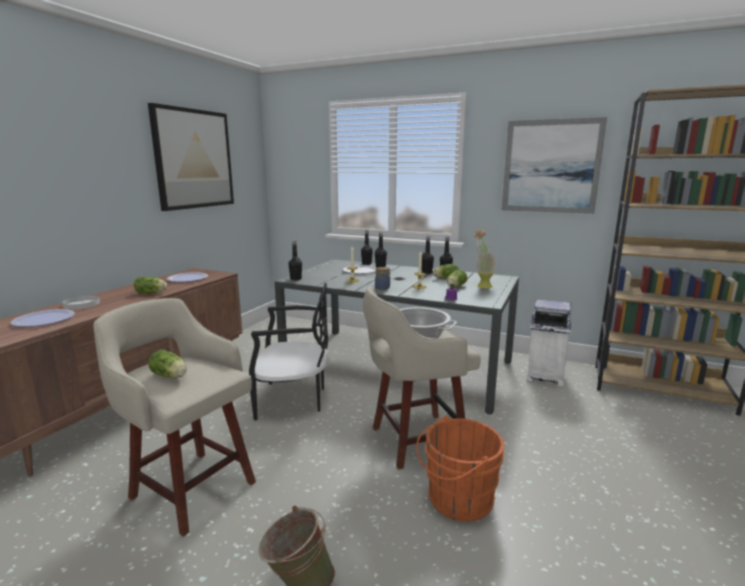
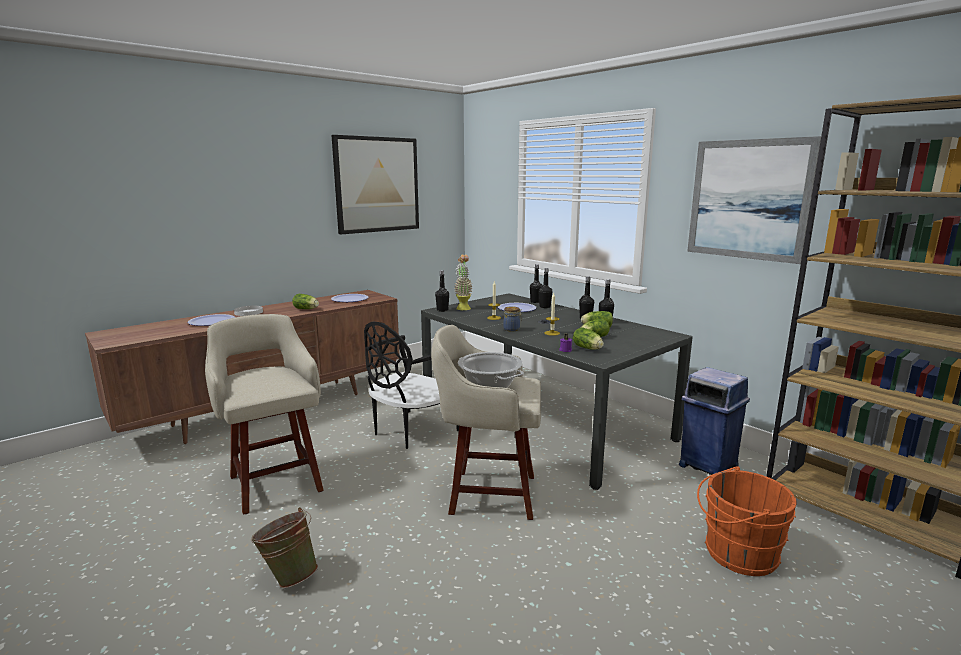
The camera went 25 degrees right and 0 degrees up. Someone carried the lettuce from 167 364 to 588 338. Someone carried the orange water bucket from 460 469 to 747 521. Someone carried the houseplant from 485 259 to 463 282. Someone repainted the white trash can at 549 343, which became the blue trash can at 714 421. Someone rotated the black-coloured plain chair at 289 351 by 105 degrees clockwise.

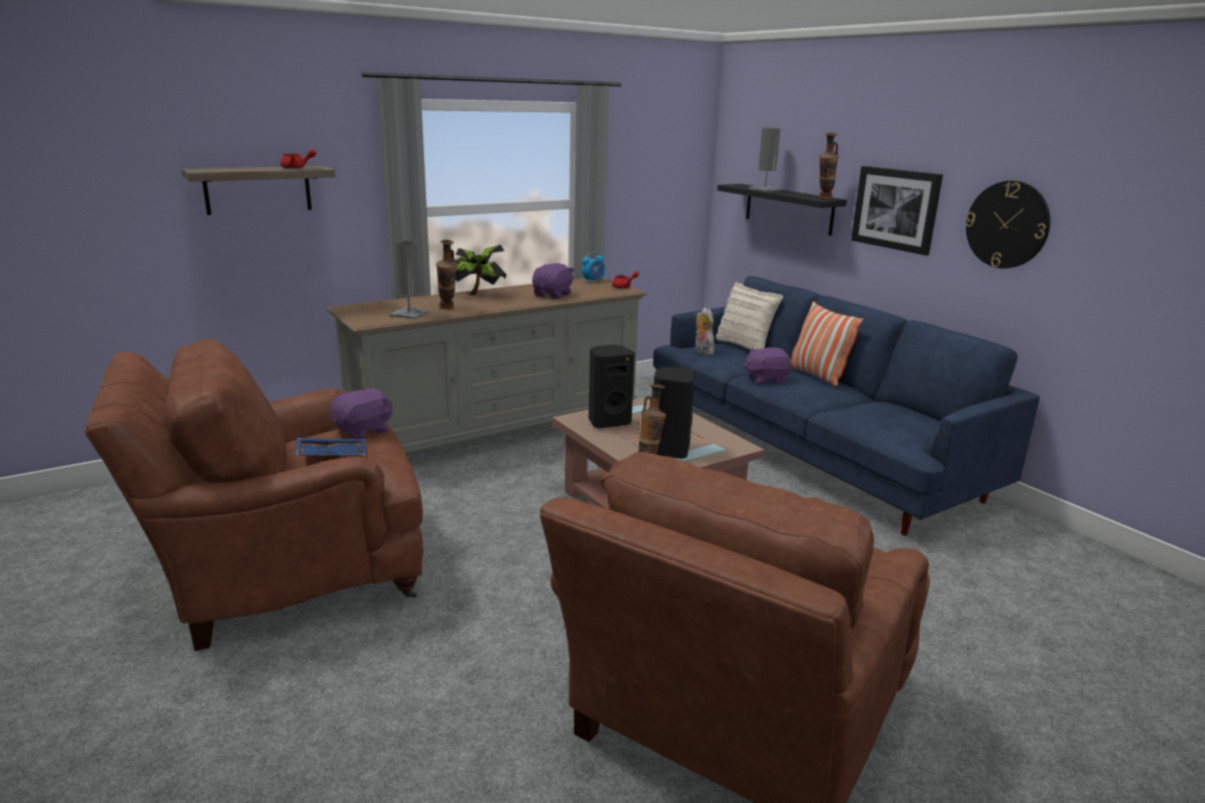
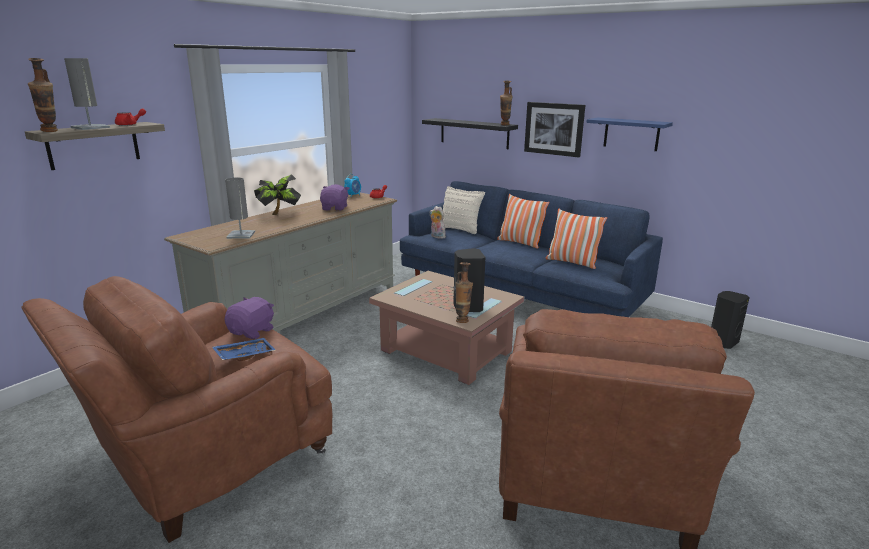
The camera went 20 degrees left and 0 degrees up. Someone took away the purple-coloured plush toy at 767 365. Someone put down the pillow at 576 238. Someone carried the flower vase from 446 274 to 43 95. Someone carried the black-coloured loudspeaker from 612 386 to 730 320. Someone carried the greyish table lamp from 765 159 to 87 94. Someone swapped the clock on the wall at 1007 224 for the blue wall shelf at 629 134.

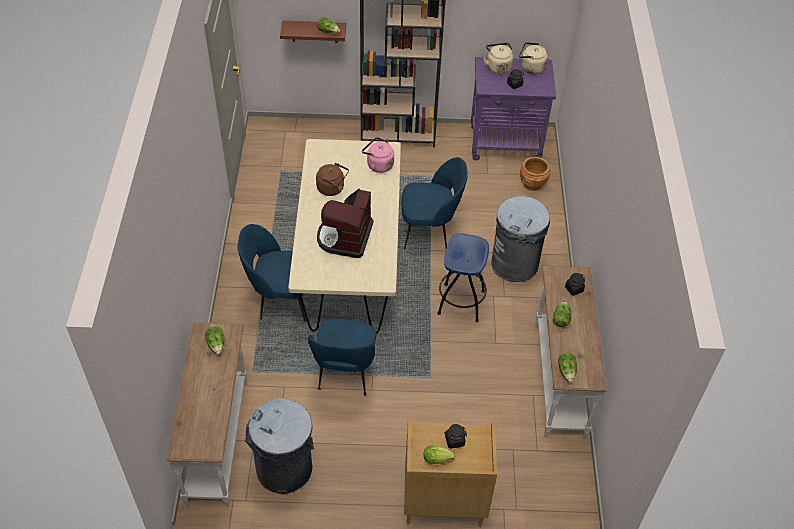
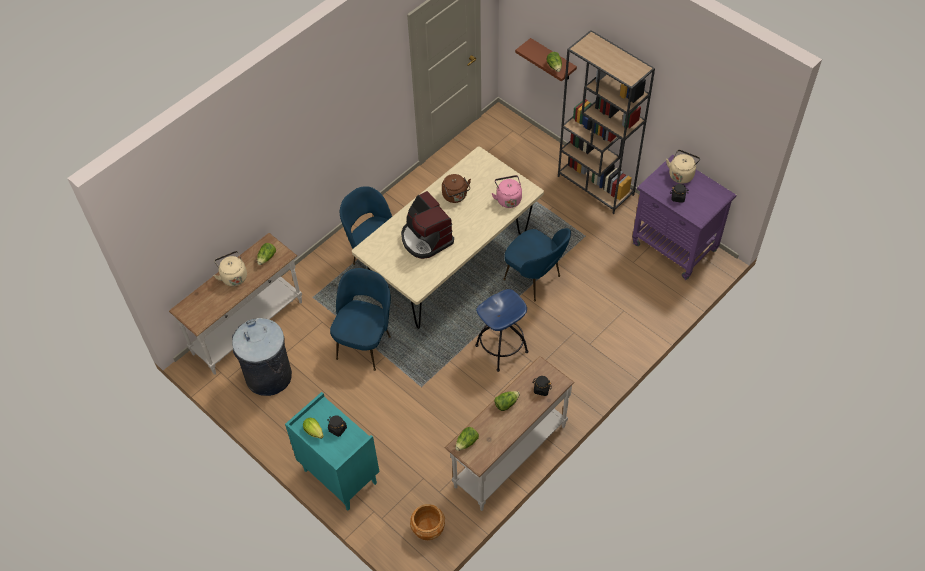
The camera went 45 degrees right and 5 degrees up. Someone took away the greyish trash can at 521 239. Someone carried the sand-coloured water kettle from 533 58 to 230 268. Someone carried the brown planter from 535 174 to 427 522. Someone repainted the brown cabinet at 450 473, which became the turquoise-coloured cabinet at 332 451. Someone rotated the blue plain chair at 342 357 by 150 degrees clockwise. Someone rotated the coffee brewer at 345 223 by 90 degrees counterclockwise.

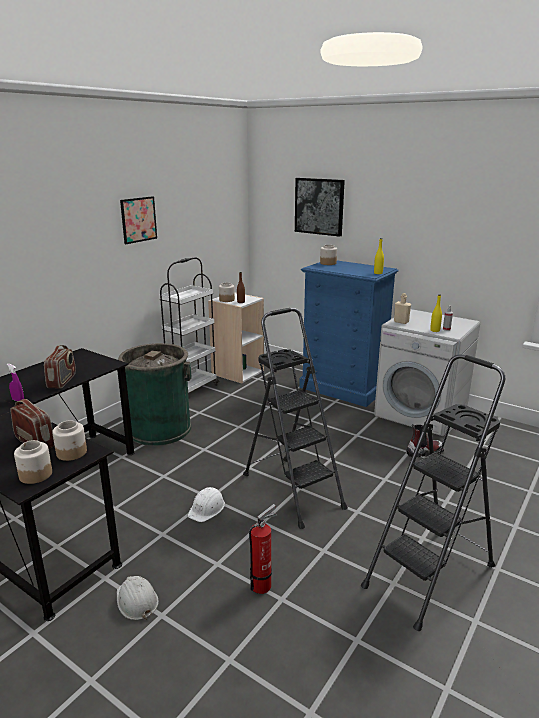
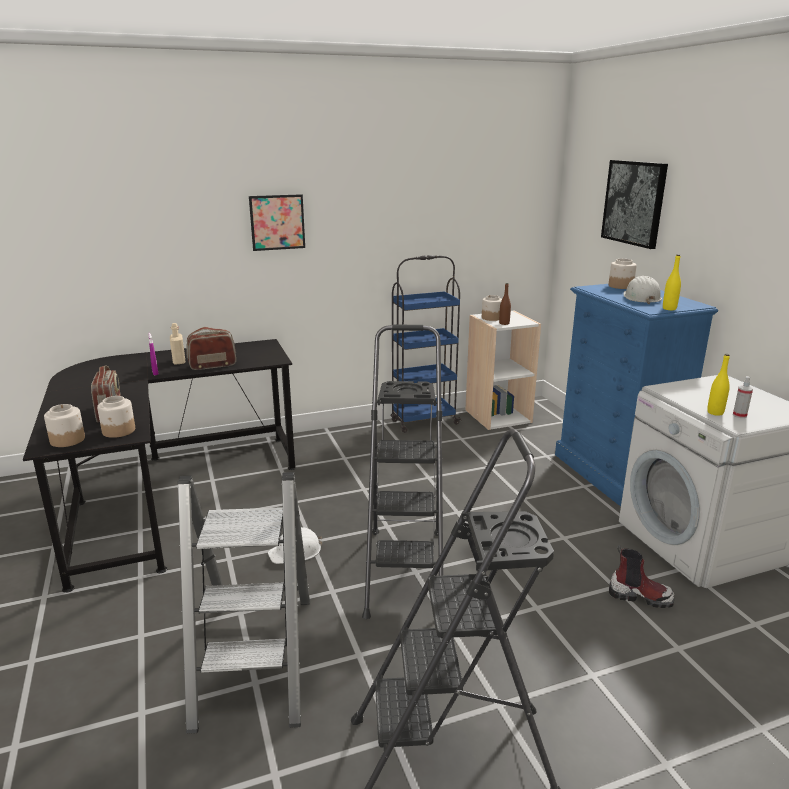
The camera went 35 degrees right and 0 degrees up. Someone took away the greenish trash can at 155 394. Someone carried the white hard hat from 138 598 to 642 290. Someone carried the wall art from 138 220 to 277 222. Someone carried the sand-coloured beverage bottle from 402 308 to 177 344. Someone swapped the fire extinguisher at 263 549 for the greyish stepladder at 244 603. Someone repainted the white trolley at 189 325, which became the blue trolley at 426 344. Someone rotated the radio receiver at 60 366 by 150 degrees counterclockwise.

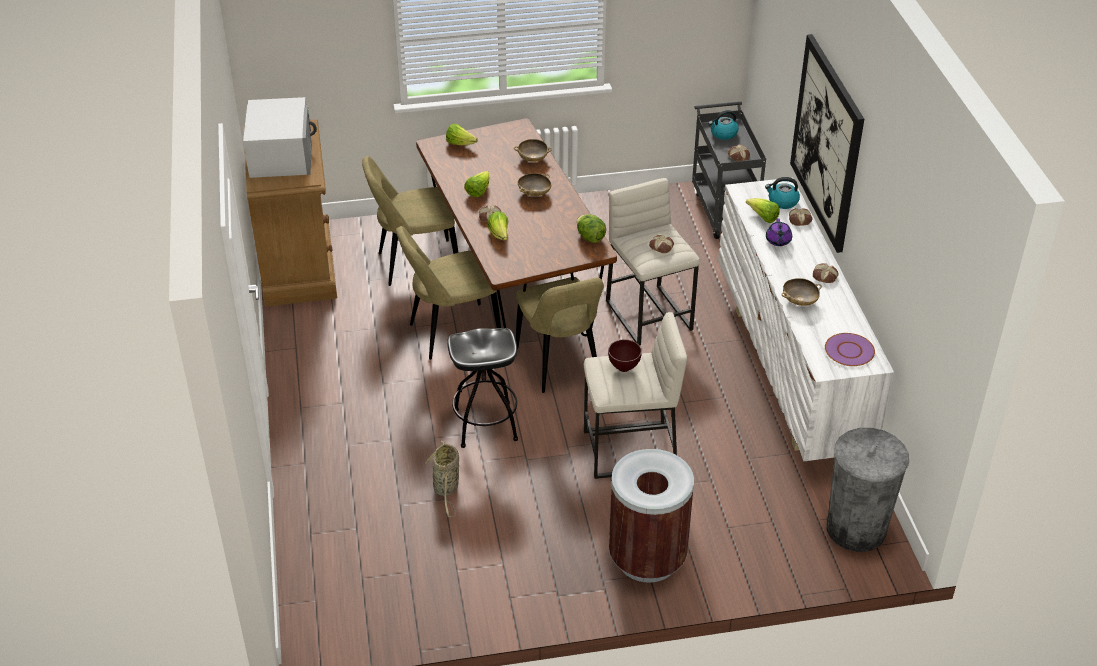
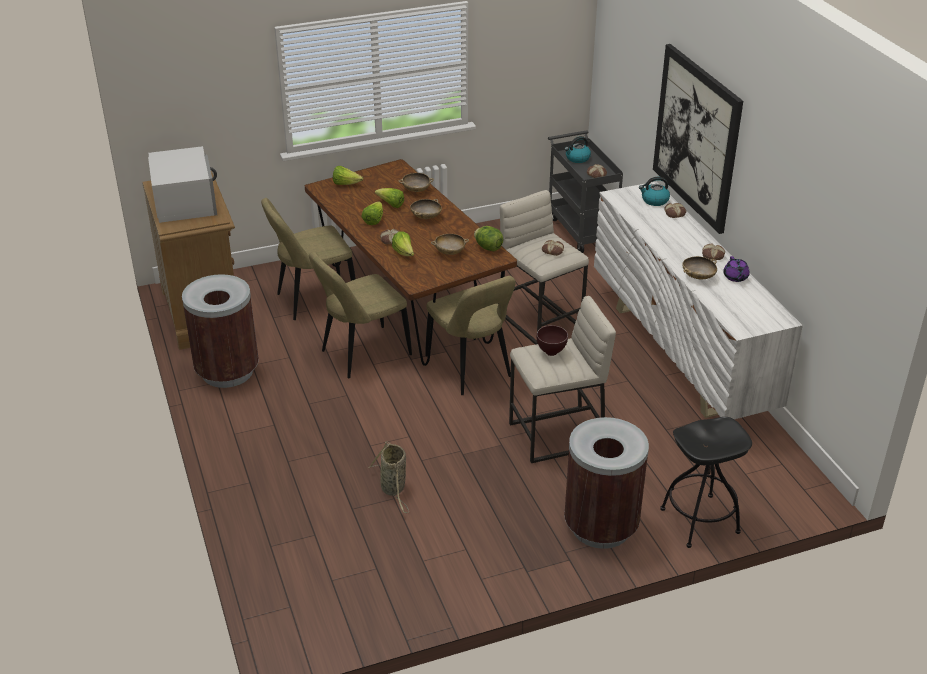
The camera went 10 degrees left and 5 degrees down. Someone took away the purple-coloured dinner plate at 850 349. Someone took away the greyish trash can at 868 490. Someone put down the brown trash can at 220 331. Someone put down the sand-coloured serving bowl at 450 244. Someone carried the black-coloured sitting stool from 482 388 to 706 482. Someone carried the lettuce from 762 211 to 389 198. Someone carried the purple-coloured tea pot from 779 232 to 736 269.

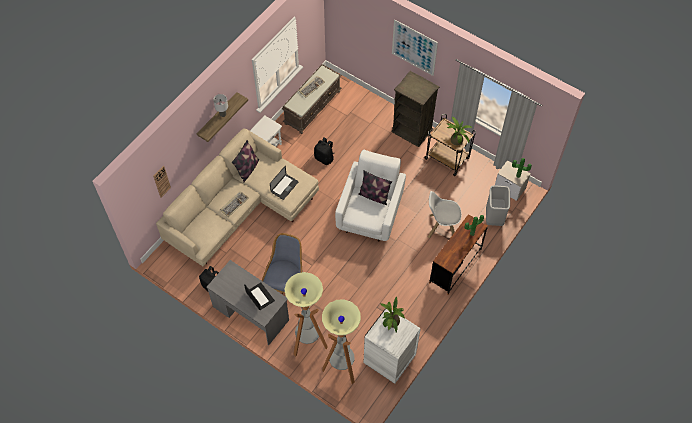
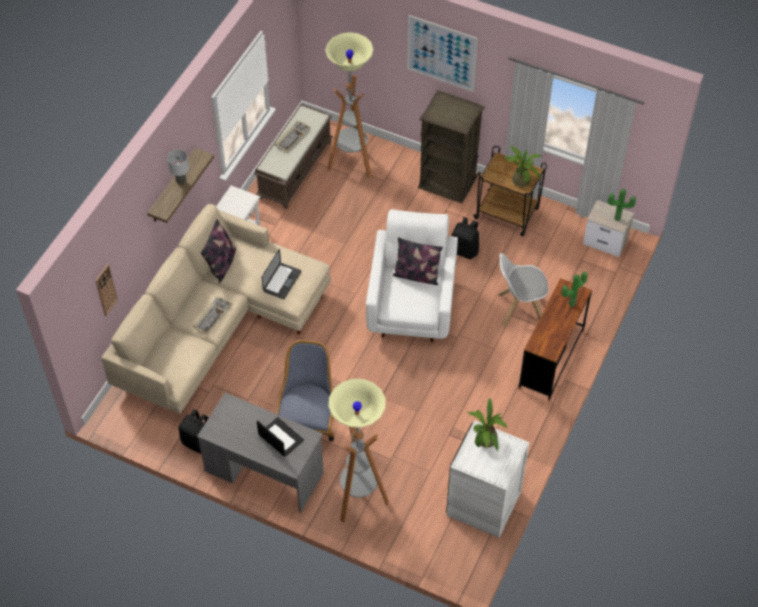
The camera went 10 degrees left and 5 degrees down. Someone took away the greyish trash can at 498 205. Someone carried the black-coloured rucksack from 324 151 to 465 238. Someone carried the floor lamp from 341 341 to 349 105.

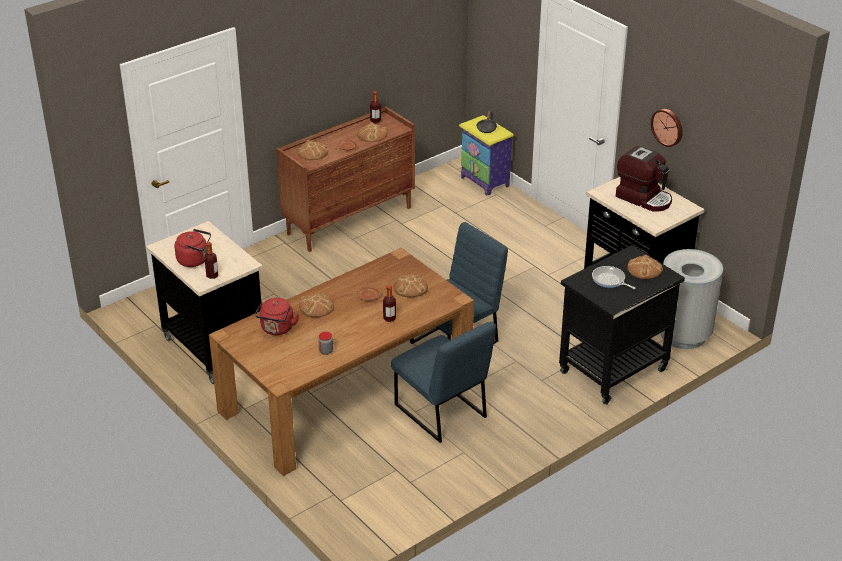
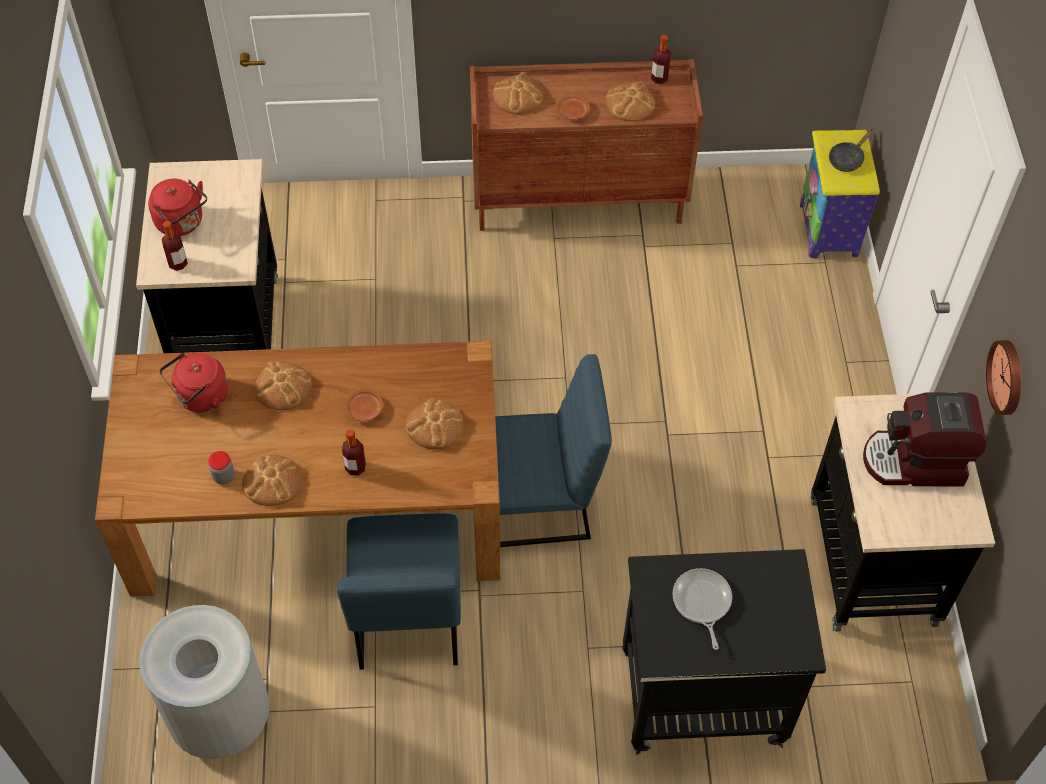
The camera went 35 degrees right and 20 degrees up. Someone carried the bakery bread from 645 267 to 271 480. Someone carried the greyish trash can from 691 299 to 204 682. Someone rotated the coffee brewer at 644 179 by 105 degrees clockwise.

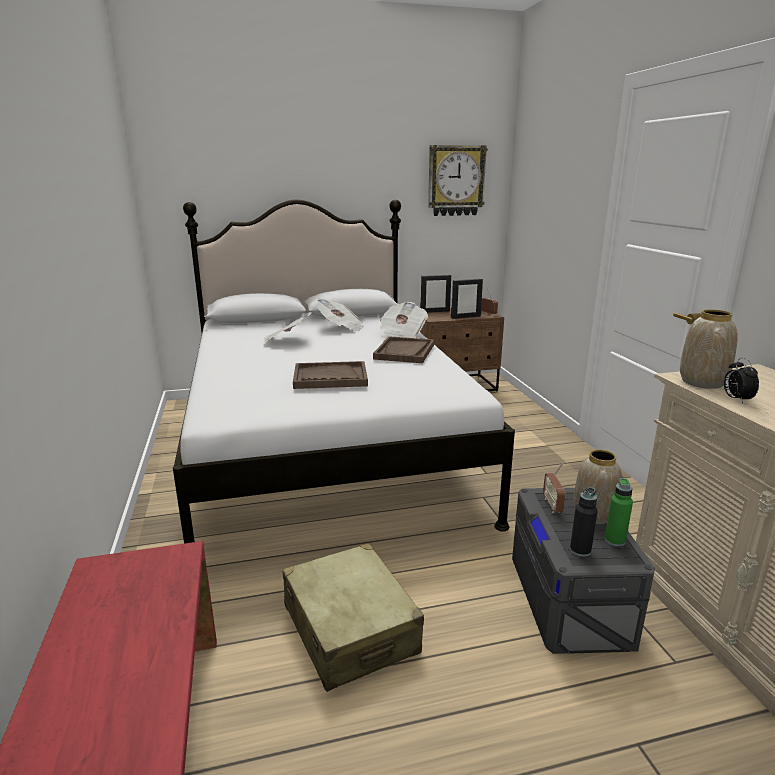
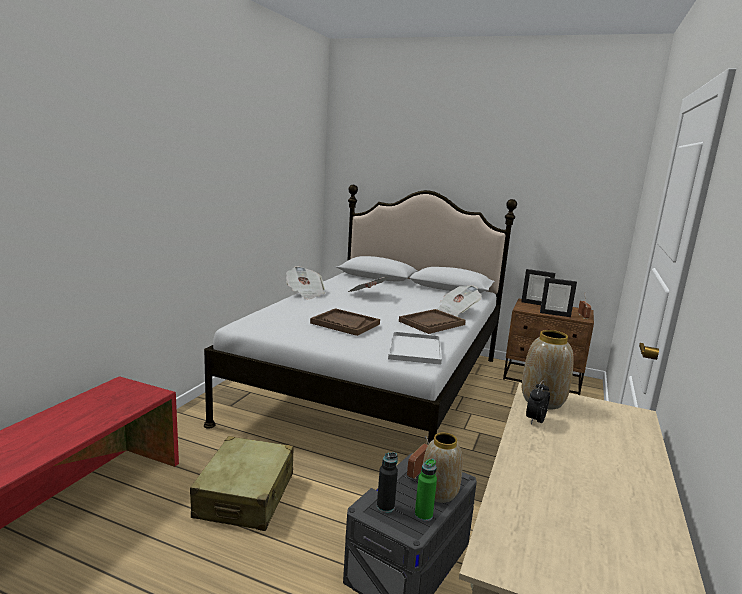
The camera went 35 degrees right and 5 degrees down. Someone took away the clock on the wall at 458 180. Someone put down the white carrying tray at 415 348. Someone carried the printed paper from 339 315 to 305 283.

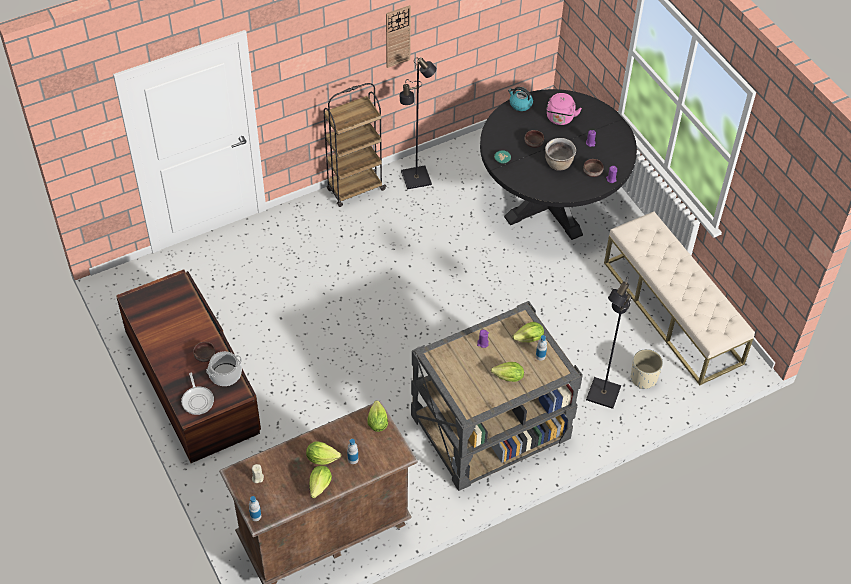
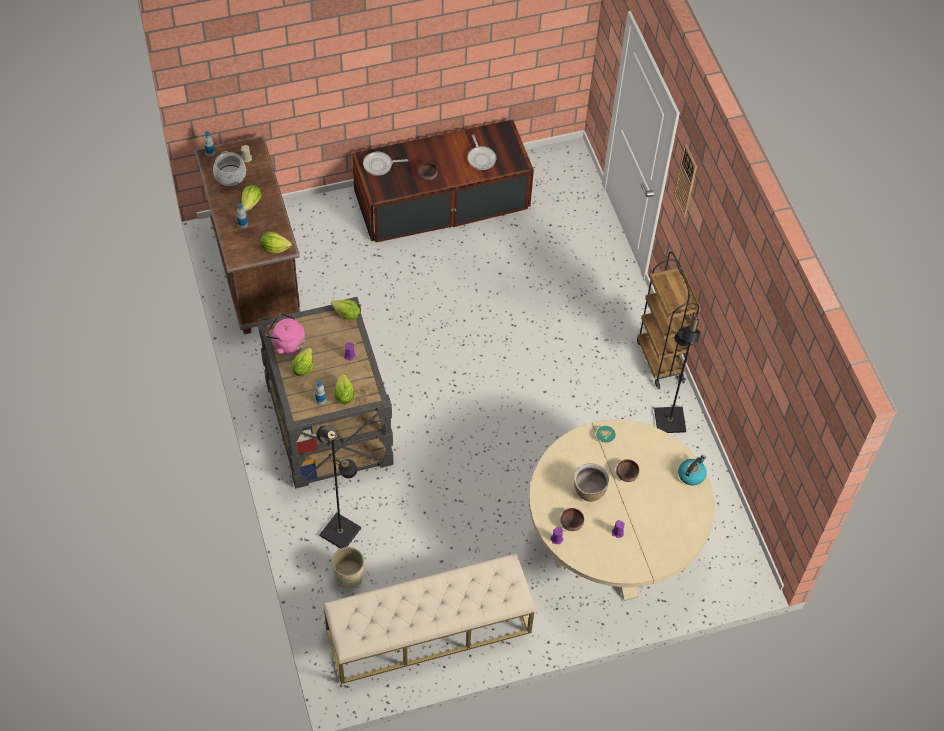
The camera went 100 degrees right and 5 degrees up. Someone put down the skillet at 481 152. Someone carried the stockpot from 224 368 to 229 168. Someone carried the lettuce from 320 482 to 346 310. Someone carried the clock on the wall from 398 36 to 685 180. Someone carried the pink-coloured water kettle from 564 109 to 285 334. Someone repainted the black-coloured dinner table at 558 164, which became the sand-coloured dinner table at 621 510.

